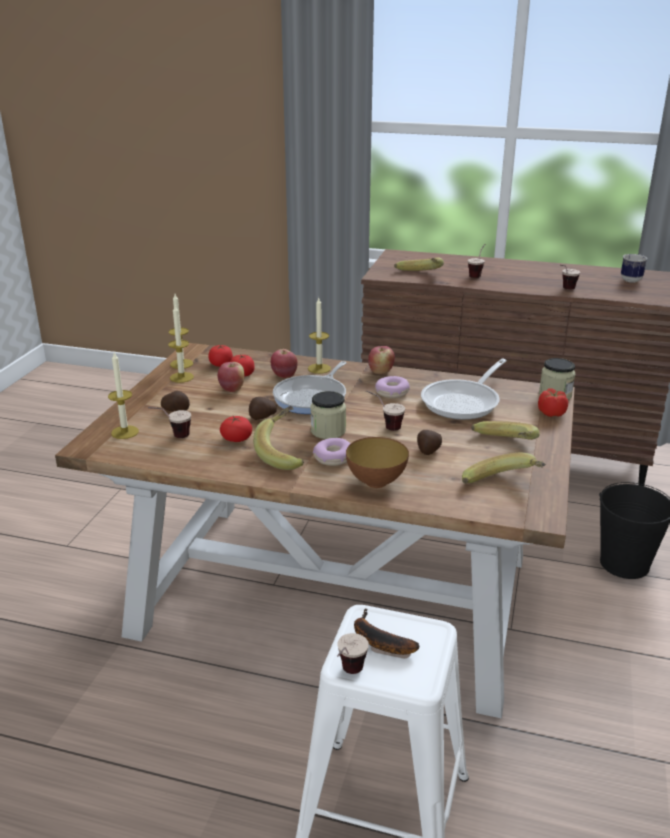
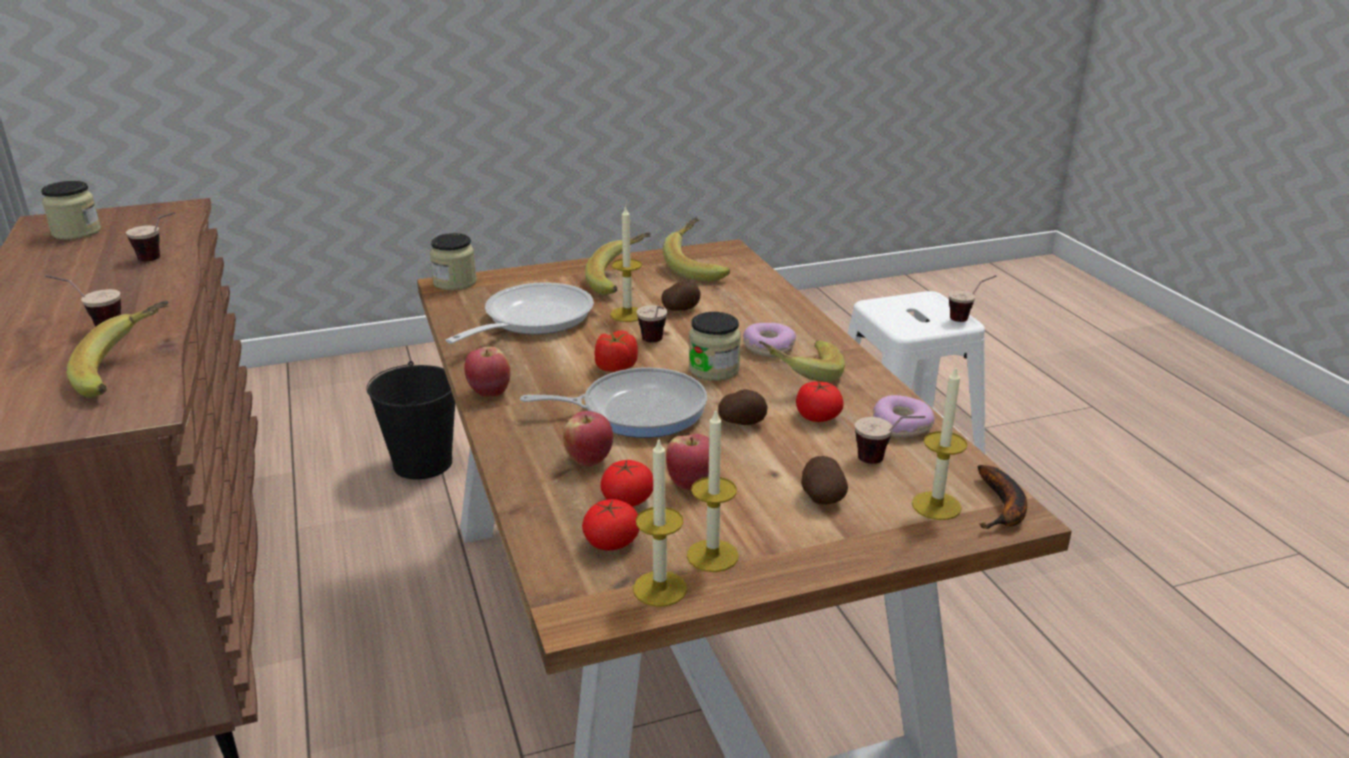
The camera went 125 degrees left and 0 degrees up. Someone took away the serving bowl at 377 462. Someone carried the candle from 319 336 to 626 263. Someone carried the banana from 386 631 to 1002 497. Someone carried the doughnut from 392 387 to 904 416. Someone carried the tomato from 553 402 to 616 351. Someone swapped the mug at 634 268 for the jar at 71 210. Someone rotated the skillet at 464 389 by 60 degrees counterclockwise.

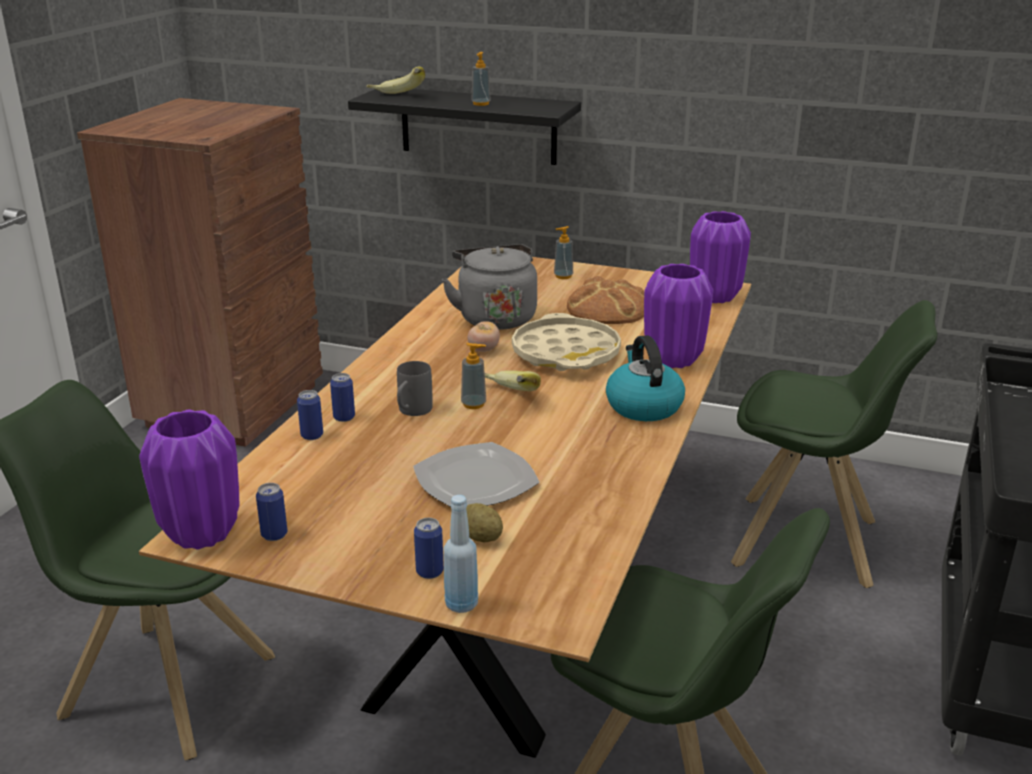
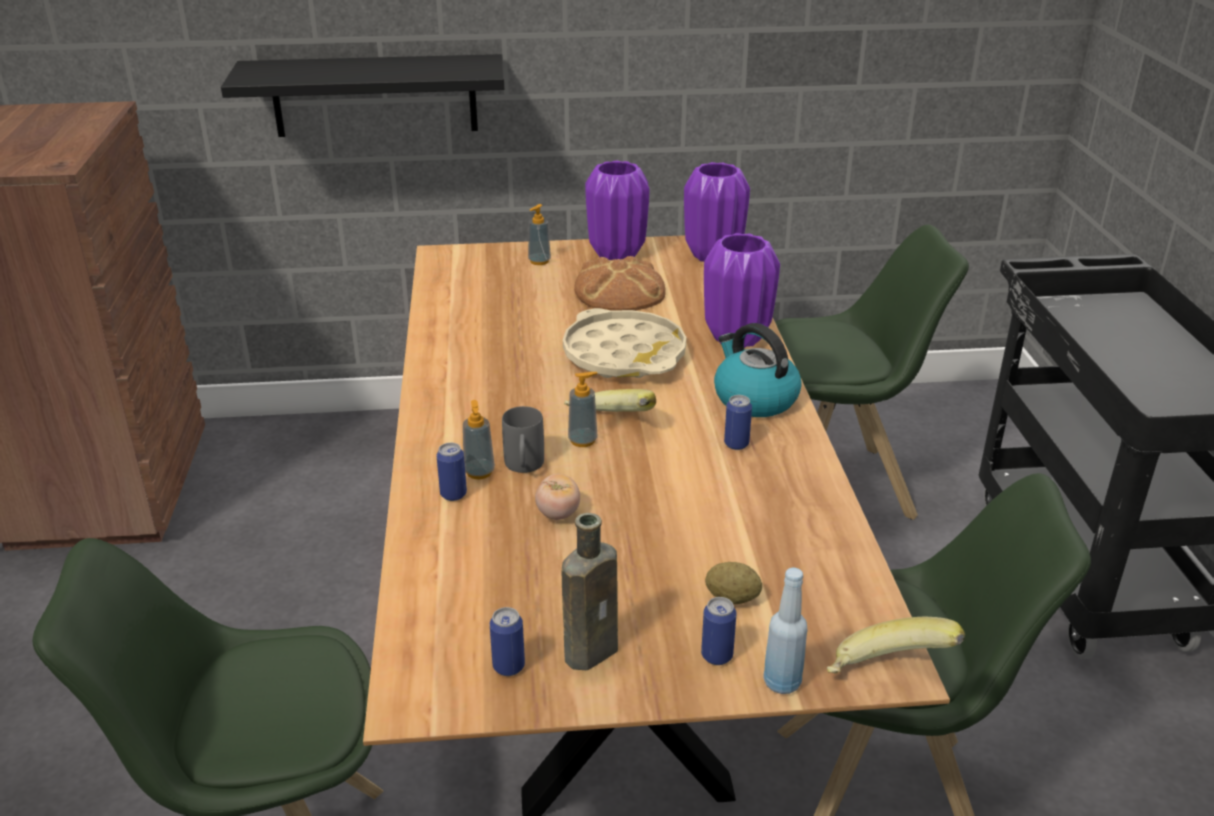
The camera went 25 degrees left and 5 degrees up. Someone took away the dinner plate at 476 474. Someone took away the greyish water kettle at 489 287. Someone put down the brown beverage bottle at 590 591. Someone carried the purple-coloured flower vase from 189 479 to 617 210. Someone carried the metal can from 310 415 to 738 422. Someone carried the banana from 396 80 to 896 645. Someone carried the tomato from 483 336 to 557 497. Someone carried the soap dispenser from 481 79 to 479 439.

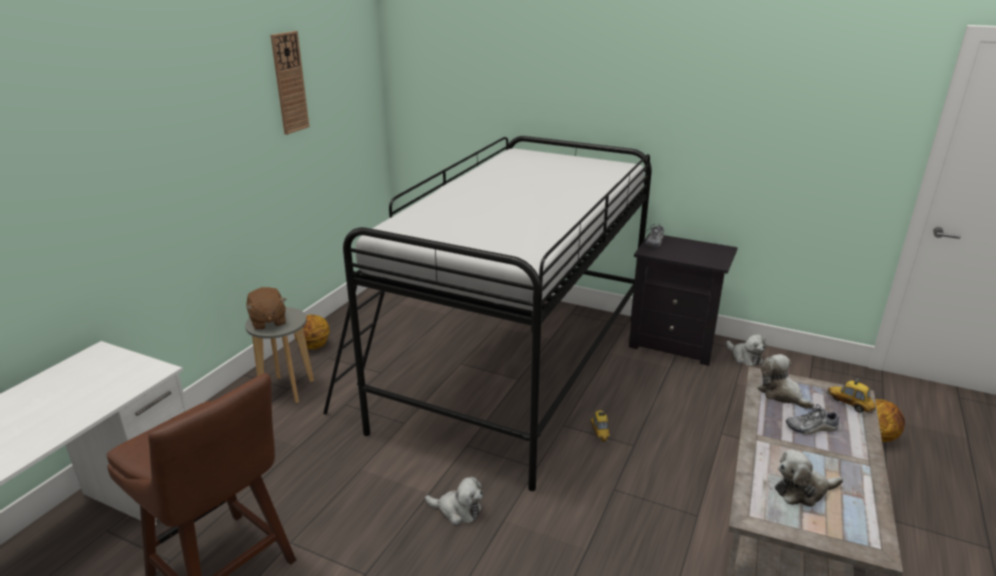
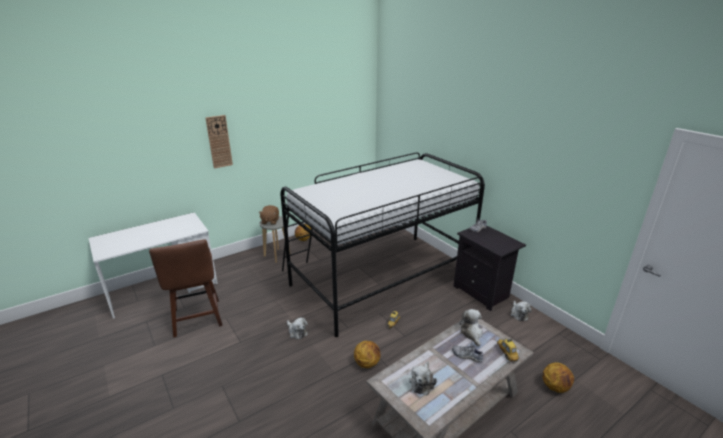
The camera went 30 degrees right and 0 degrees up. Someone put down the basketball ball at 367 354. Someone carried the clock on the wall from 290 83 to 219 142. Someone rotated the plush toy at 809 478 by 90 degrees counterclockwise.

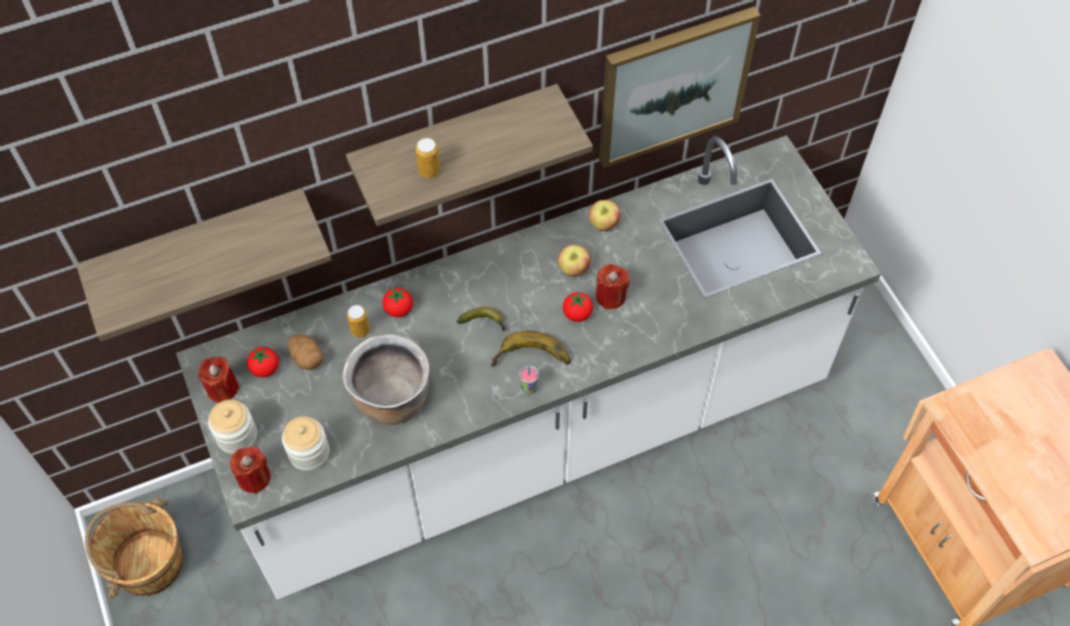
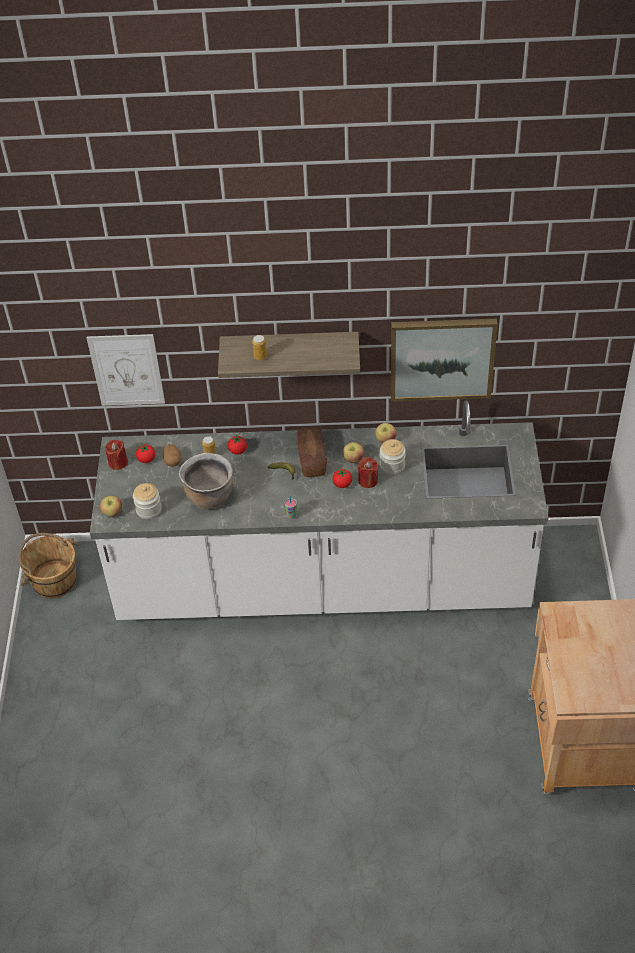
The camera went 25 degrees right and 10 degrees down. Someone took away the banana at 531 349. Someone put down the bakery bread at 312 451. Someone carried the jar from 232 427 to 393 457. Someone swapped the wall shelf at 204 265 for the wall art at 126 370. Someone swapped the red-coloured candle at 250 470 for the whole apple at 111 506.

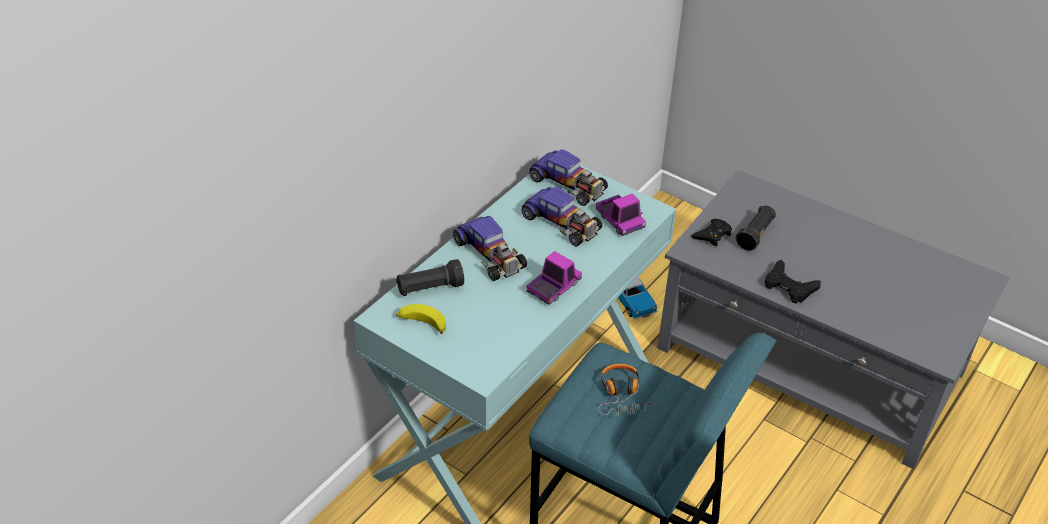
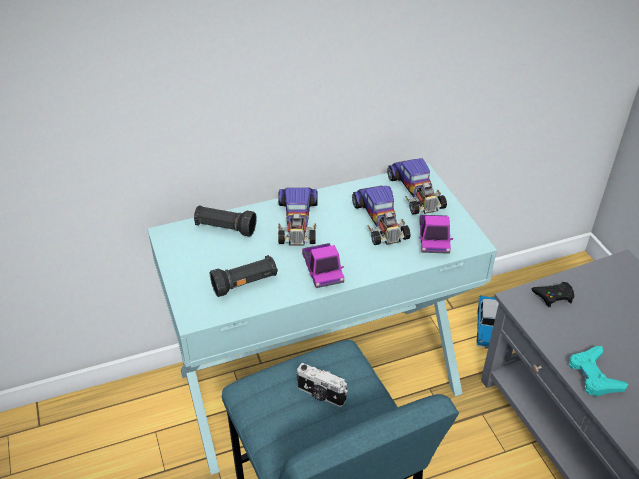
The camera went 35 degrees right and 0 degrees up. Someone took away the banana at 421 319. Someone carried the black-coloured flashlight from 756 228 to 244 276. Someone swapped the headphones at 626 390 for the still camera at 322 385. Someone repainted the black-coloured game controller at 793 282, which became the turquoise-coloured game controller at 599 371. Someone rotated the model truck at 554 278 by 90 degrees clockwise.

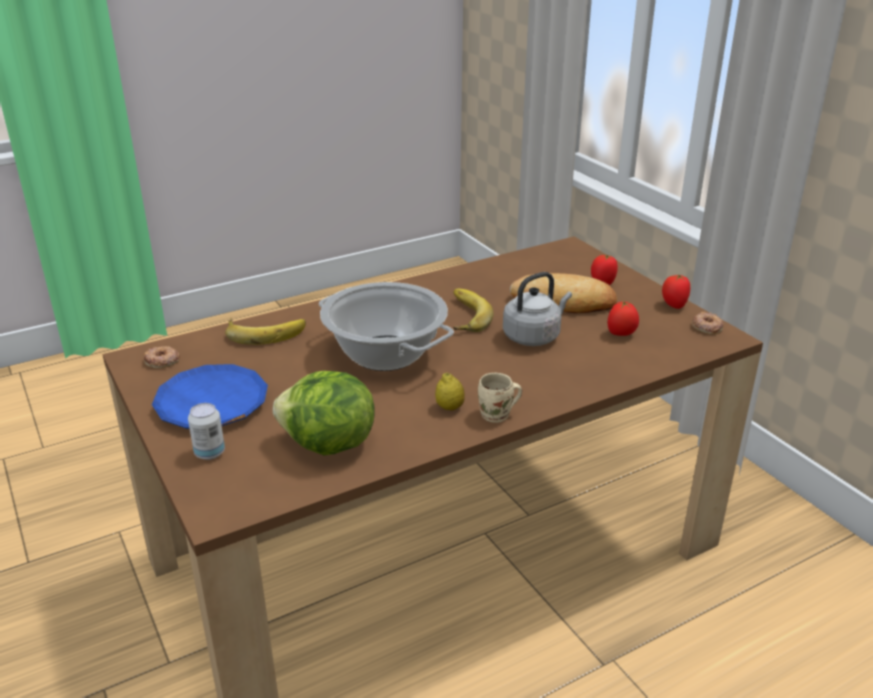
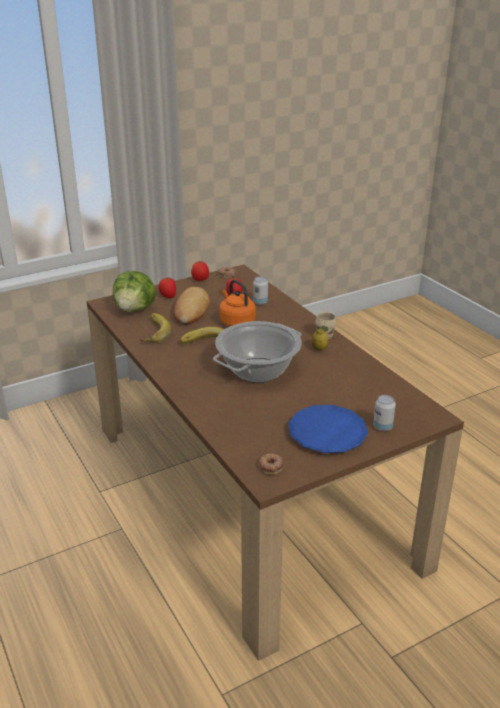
The camera went 90 degrees left and 0 degrees up. Someone put down the metal can at 260 291. Someone carried the banana from 265 331 to 156 328. Someone carried the lettuce from 324 413 to 134 291. Someone repainted the greyish water kettle at 537 309, which became the orange water kettle at 237 303.

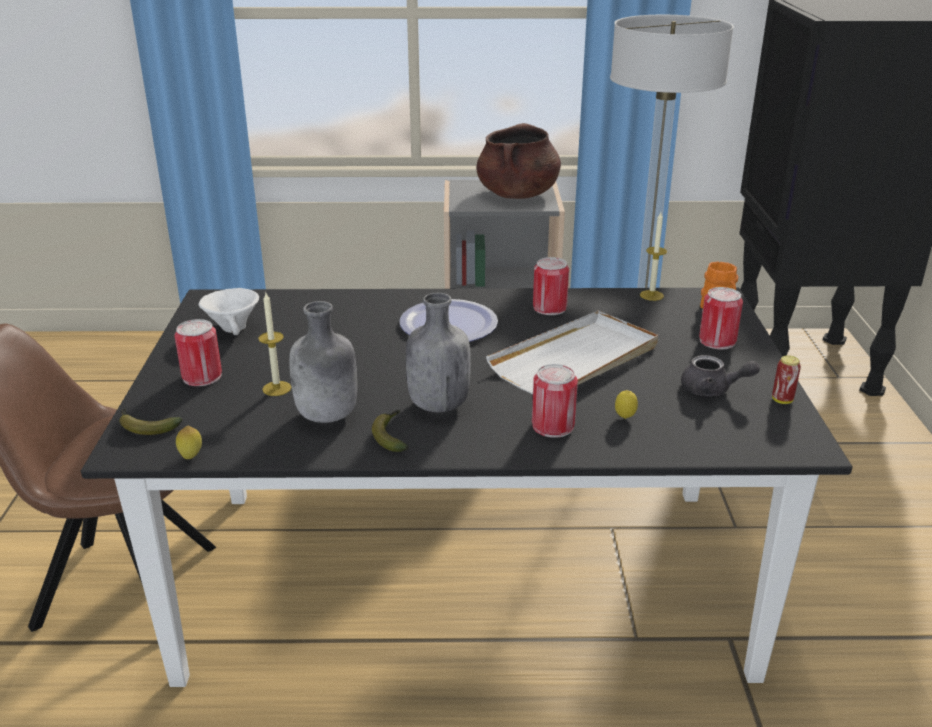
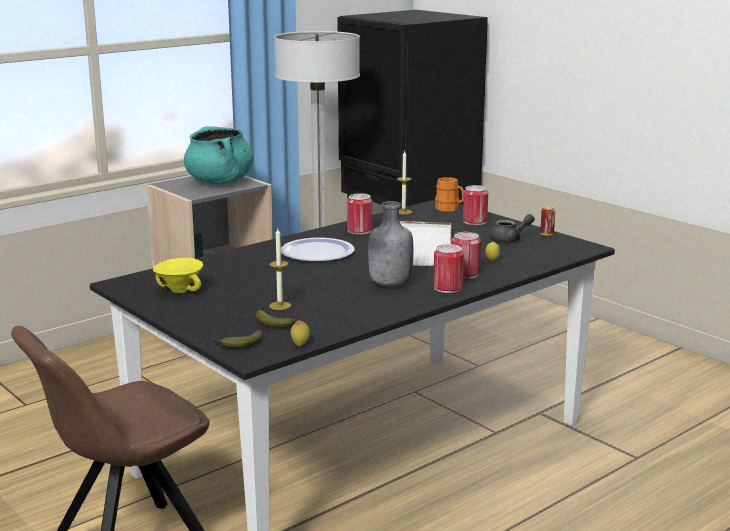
The camera went 40 degrees left and 10 degrees down. Someone took away the greyish beverage bottle at 323 362. Someone carried the metal can from 198 352 to 448 268. Someone carried the banana from 390 431 to 276 317. Someone repainted the white serving bowl at 228 311, which became the yellowish serving bowl at 178 275. Someone repainted the brown stockpot at 518 161, which became the turquoise-coloured stockpot at 219 155.

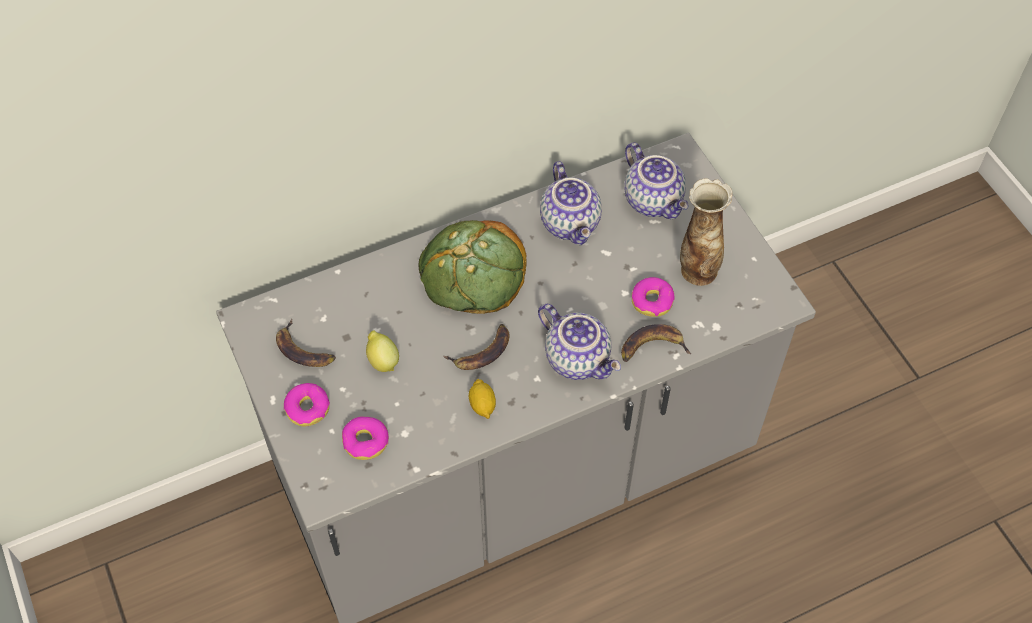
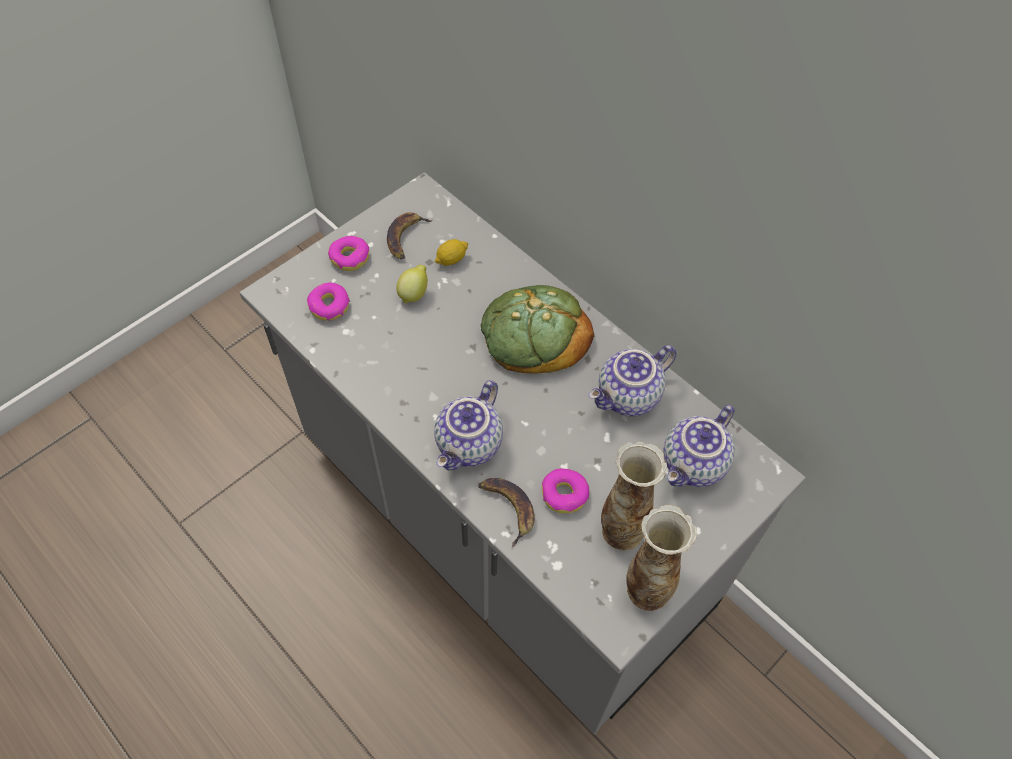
The camera went 70 degrees right and 0 degrees up. Someone took away the banana at 476 347. Someone put down the flower vase at 661 558. Someone carried the whole lemon from 482 399 to 451 252.

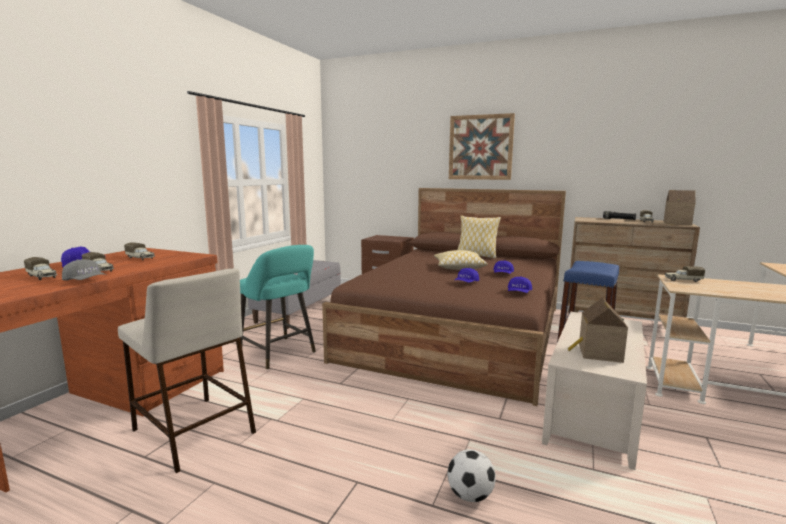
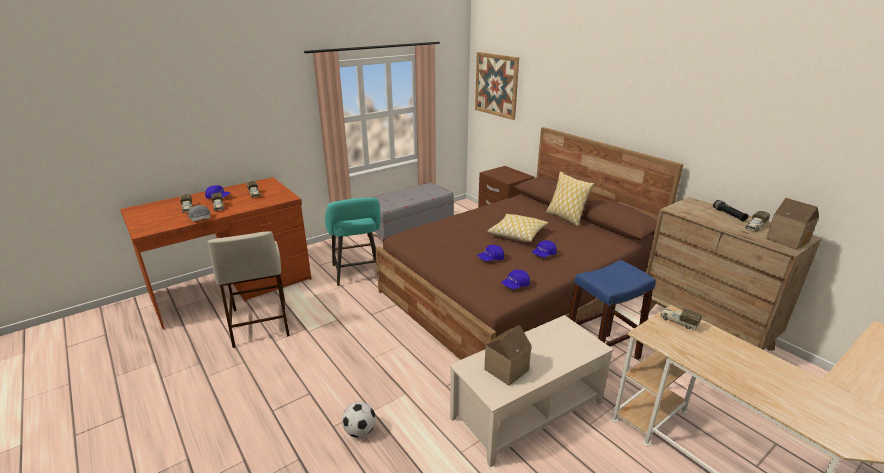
The camera went 30 degrees right and 15 degrees up. Someone carried the wall art from 482 146 to 497 86.

